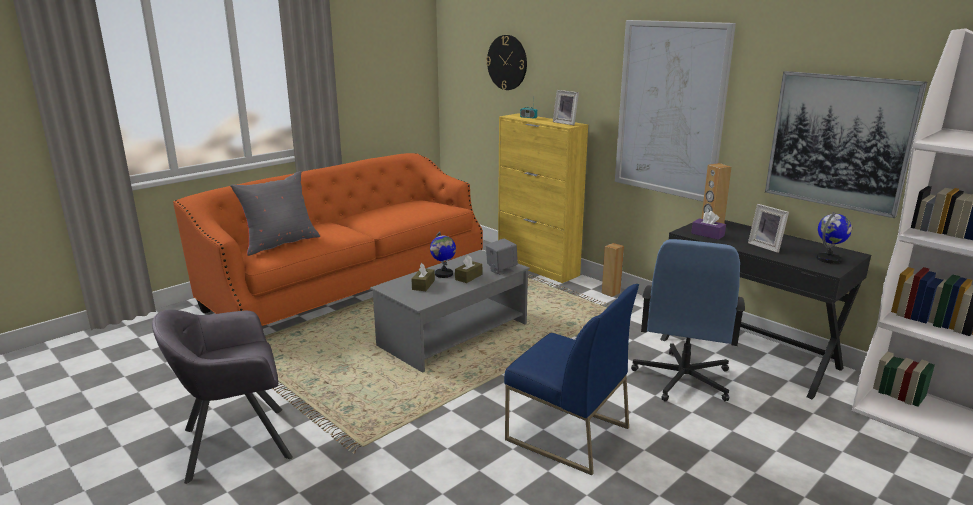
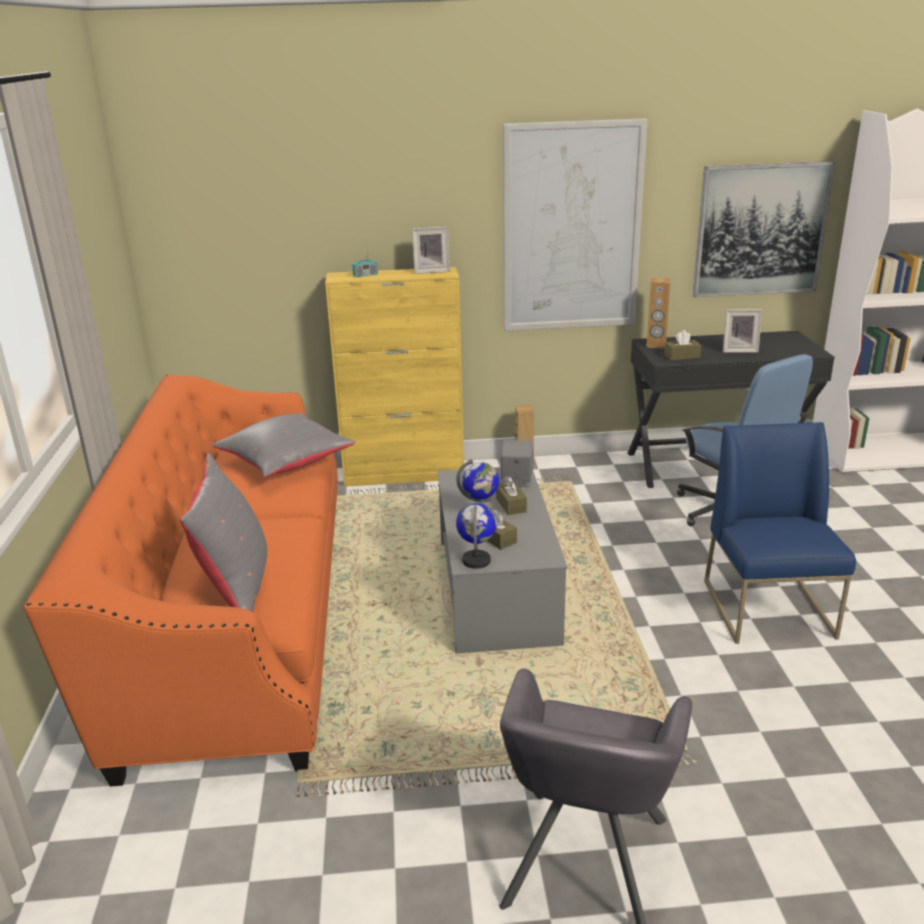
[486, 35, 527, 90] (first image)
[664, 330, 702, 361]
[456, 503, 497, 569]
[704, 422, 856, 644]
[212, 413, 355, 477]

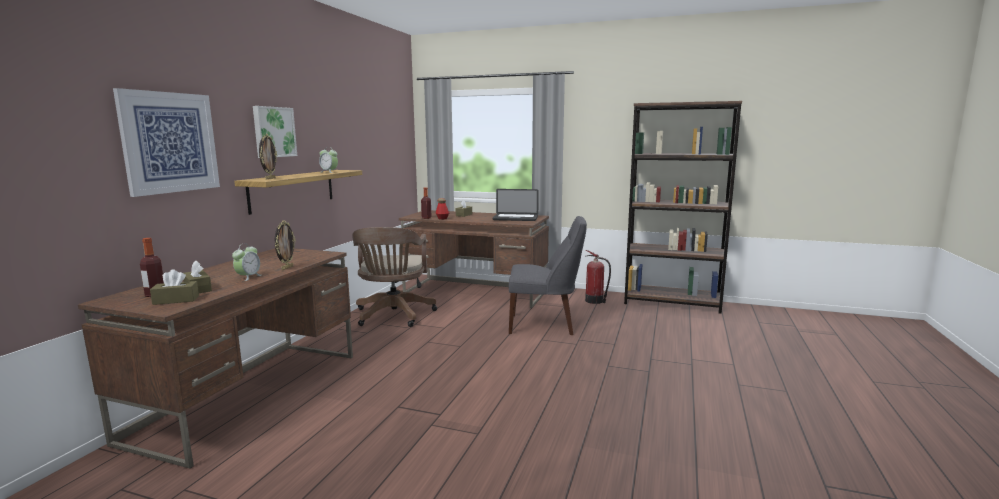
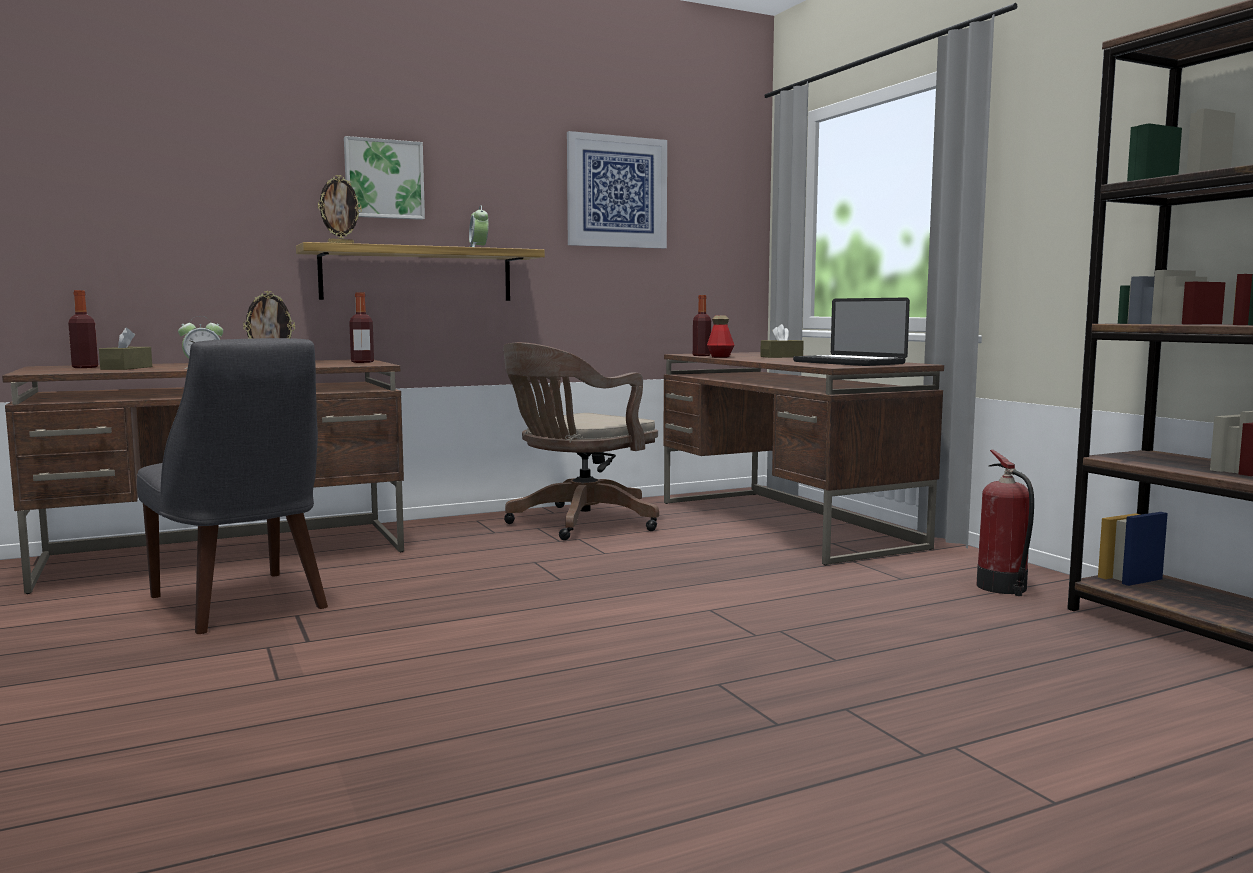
[567, 131, 667, 248]
[137, 338, 328, 634]
[150, 270, 199, 305] (first image)
[349, 292, 374, 363]

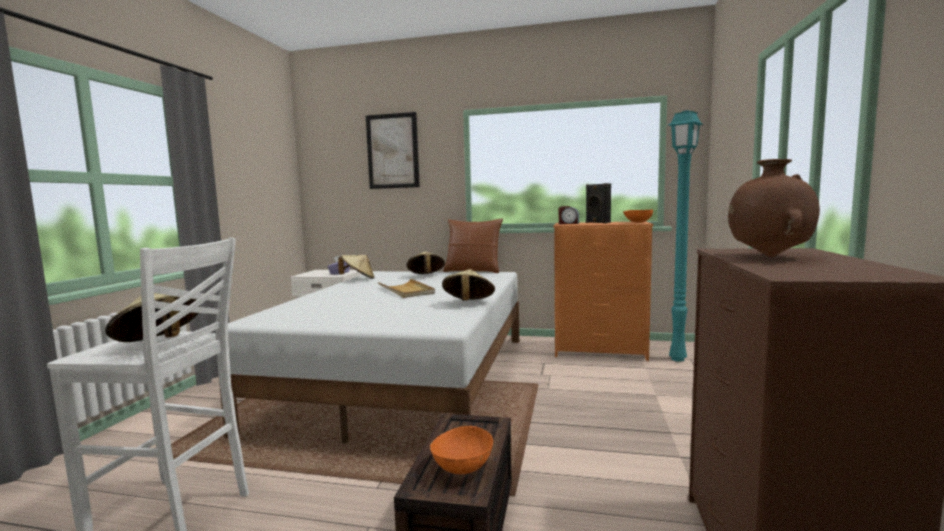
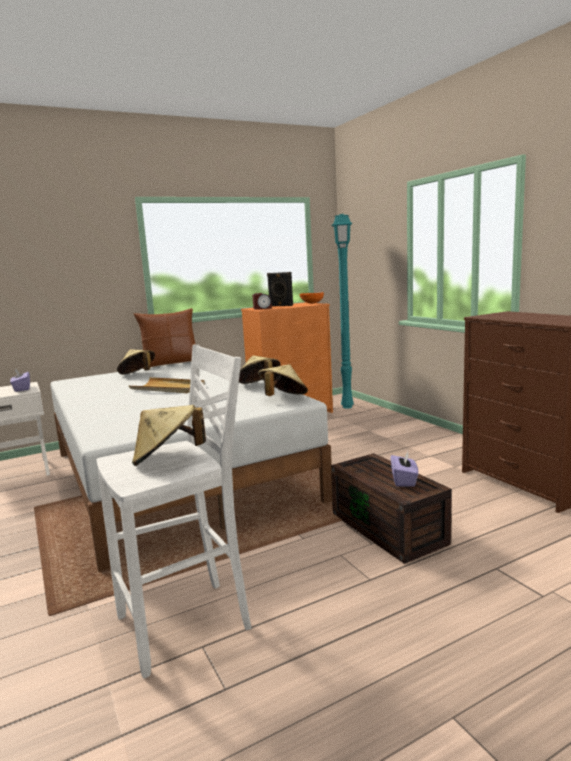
[366, 112, 420, 189] (first image)
[728, 159, 820, 257] (first image)
[258, 364, 308, 396]
[391, 451, 418, 487]

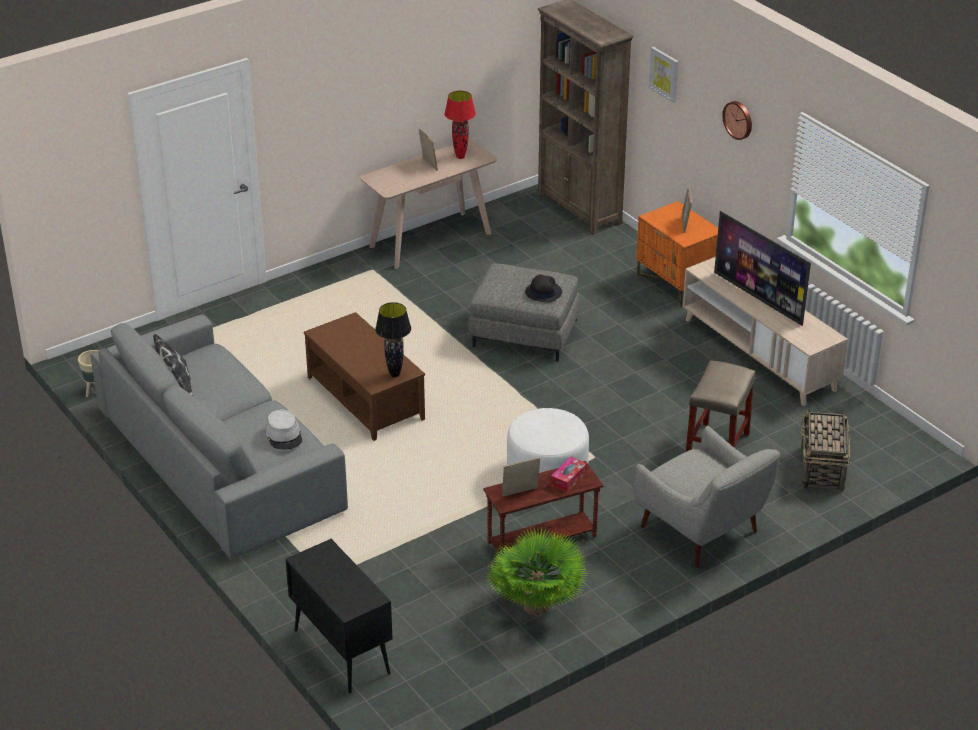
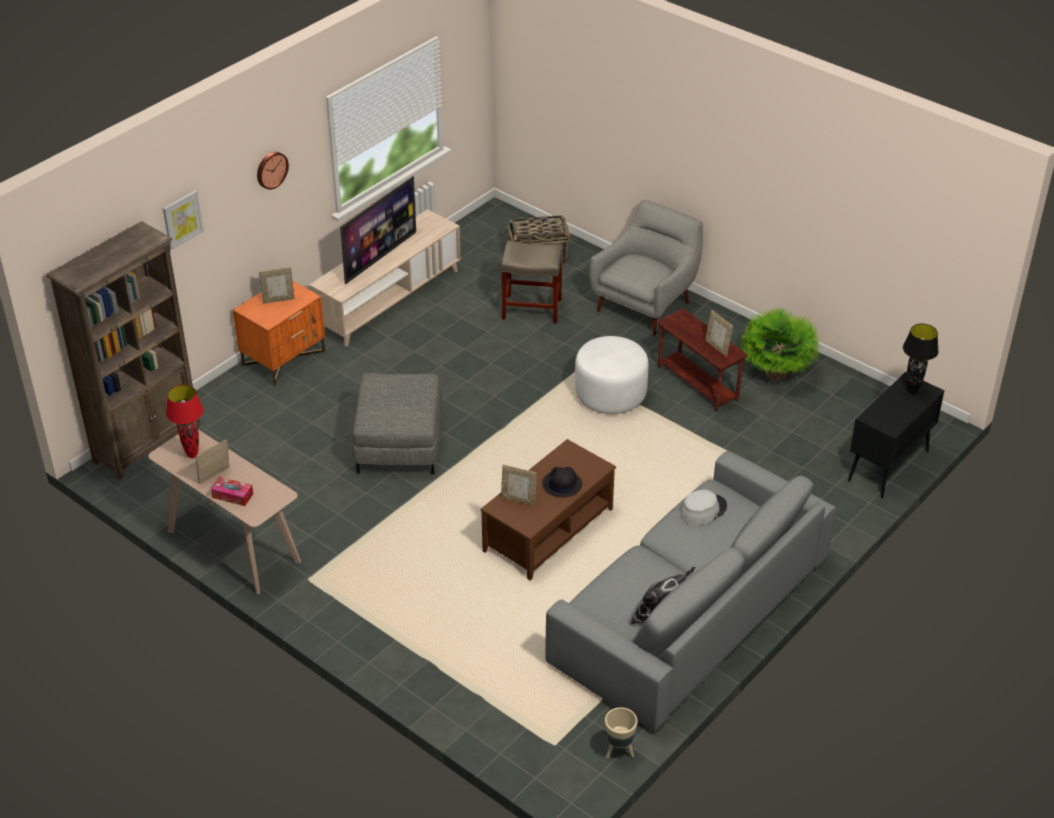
[542, 467, 582, 497]
[903, 324, 939, 395]
[211, 477, 253, 506]
[501, 465, 537, 506]

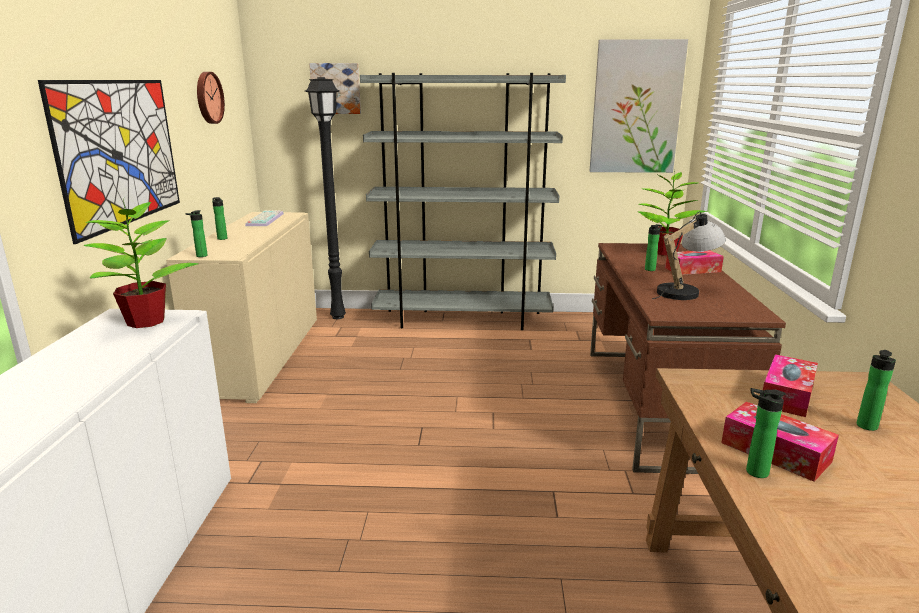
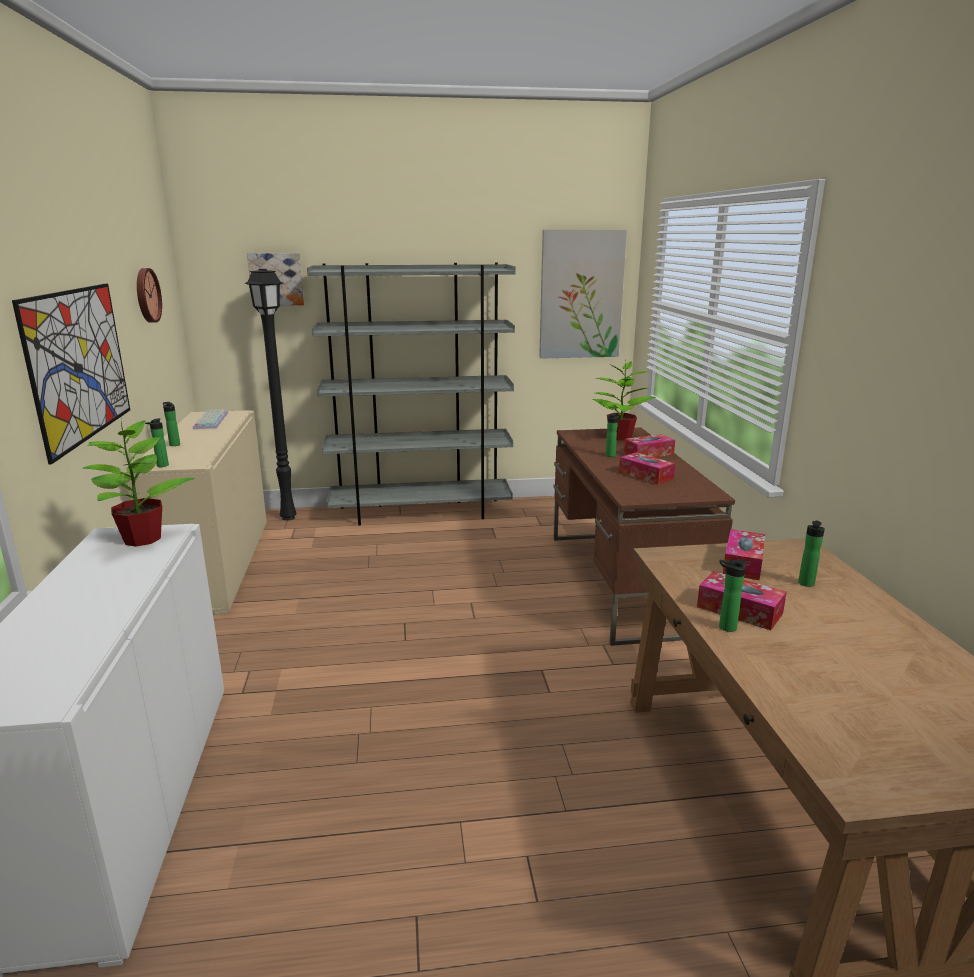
[619, 452, 675, 485]

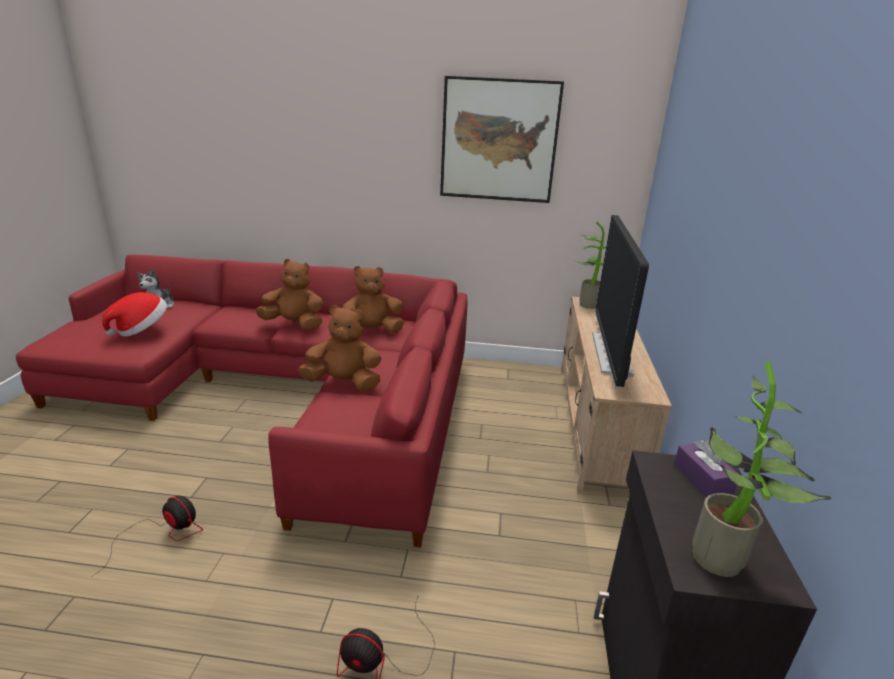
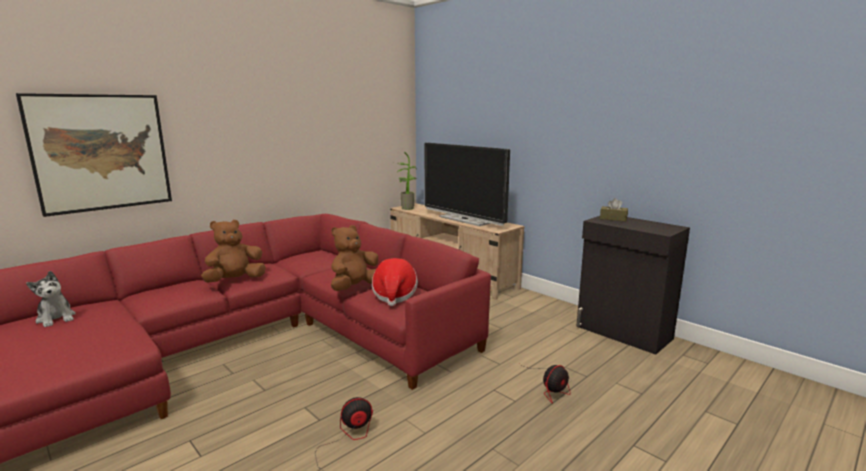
[16, 93, 172, 217]
[343, 266, 404, 333] (first image)
[372, 258, 418, 306]
[692, 361, 831, 577] (first image)
[600, 198, 628, 221]

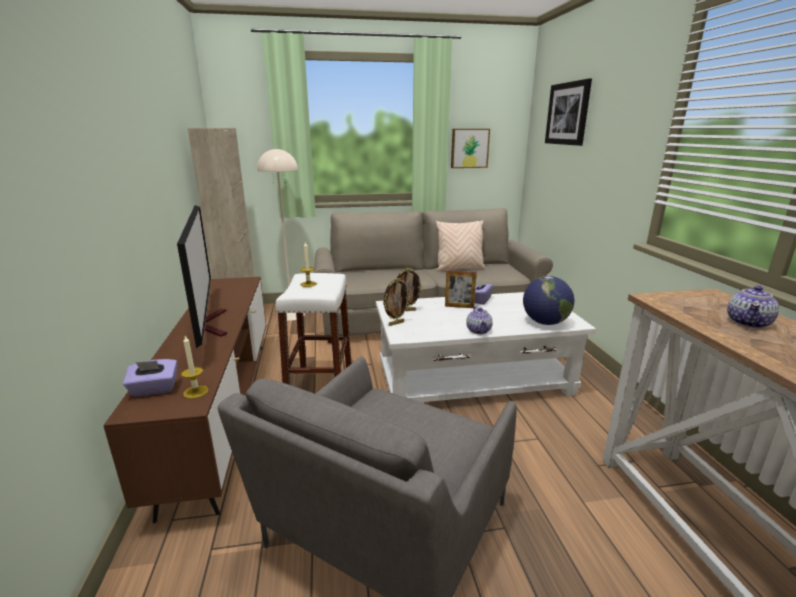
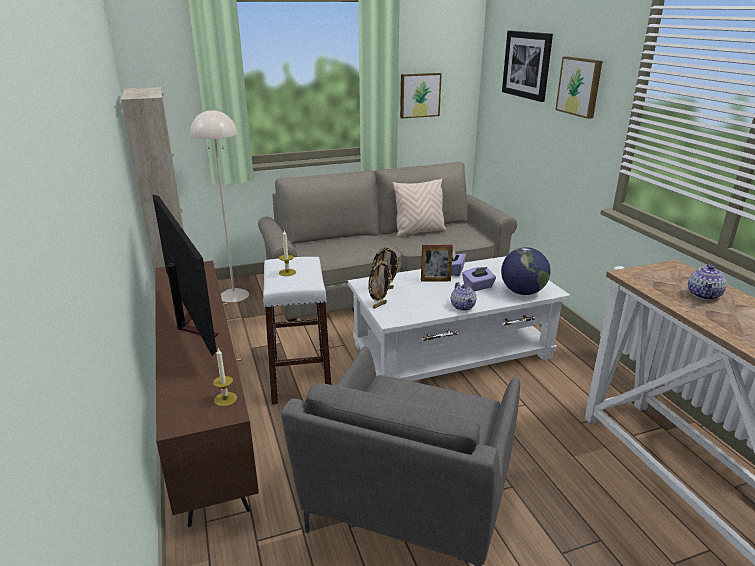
[462, 267, 496, 291]
[555, 56, 602, 119]

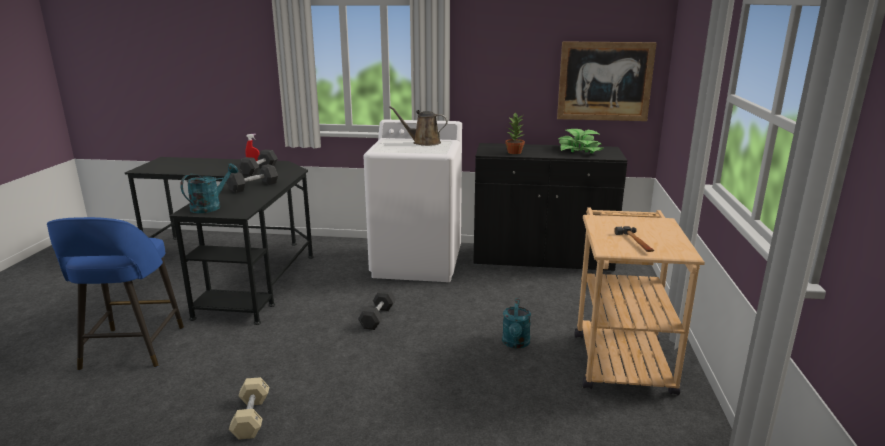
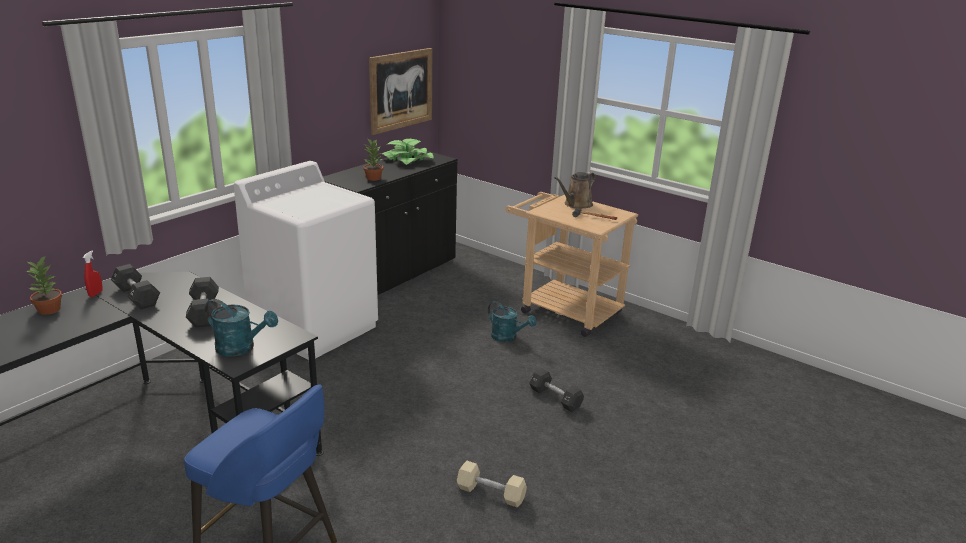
[554, 172, 595, 209]
[205, 299, 278, 357]
[529, 368, 584, 412]
[26, 255, 62, 315]

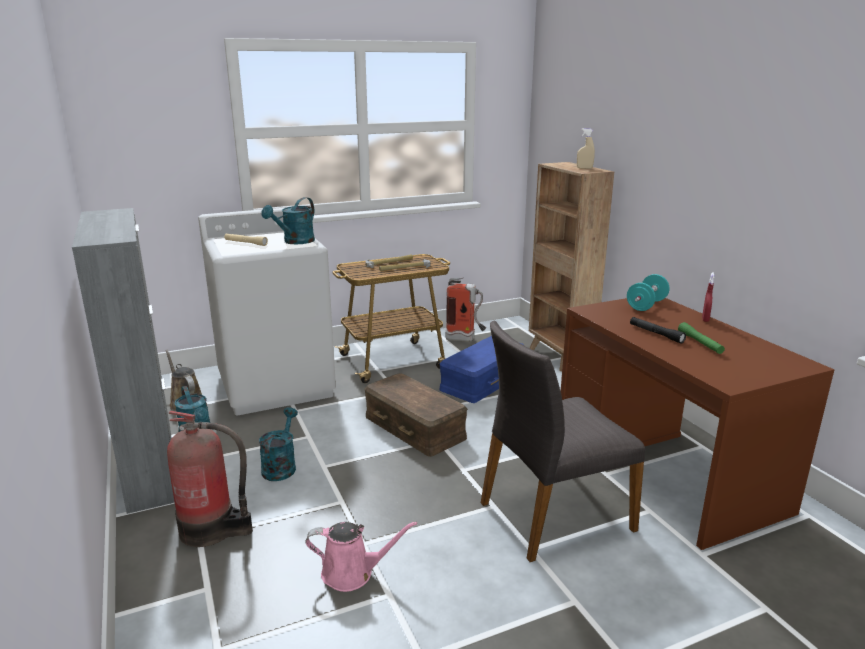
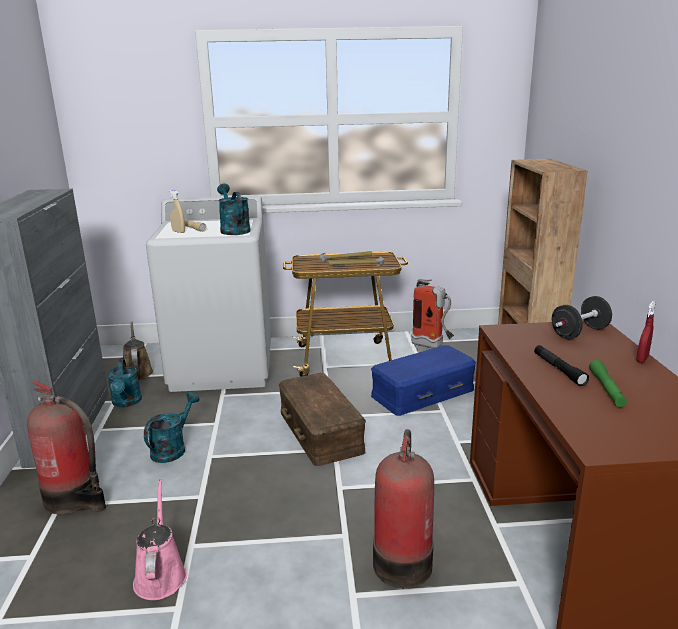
[169, 190, 185, 233]
[217, 183, 251, 235]
[552, 296, 612, 339]
[373, 429, 434, 588]
[133, 479, 187, 600]

